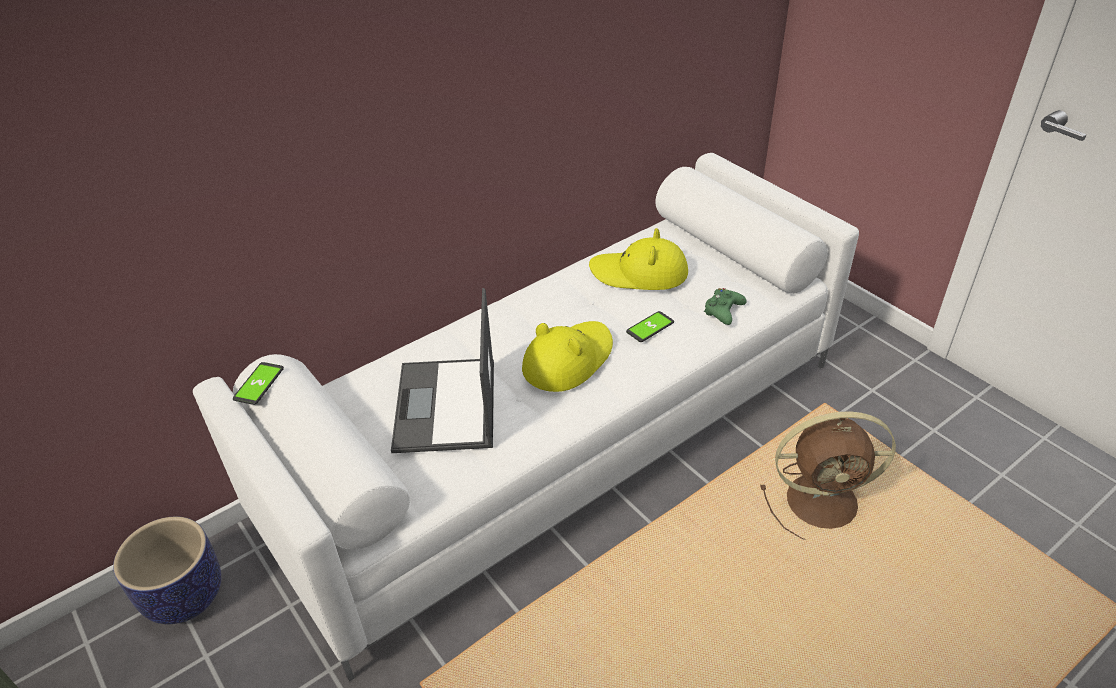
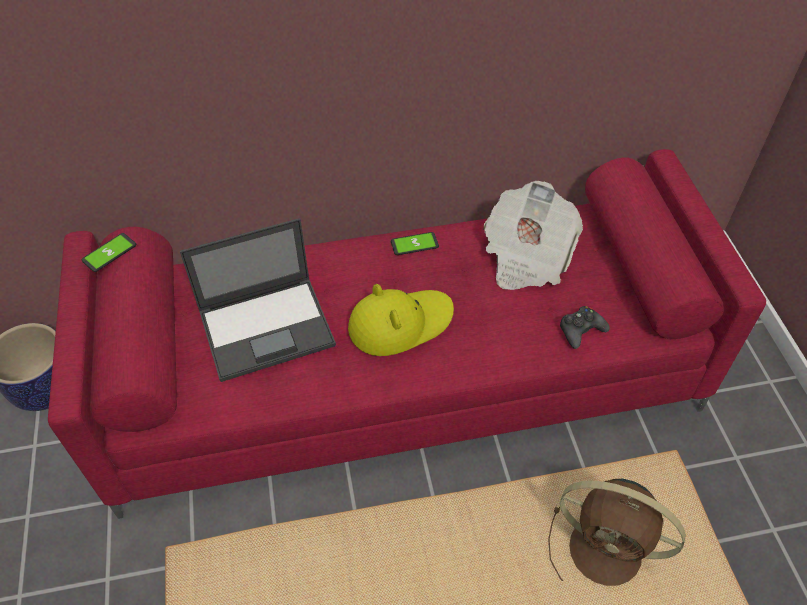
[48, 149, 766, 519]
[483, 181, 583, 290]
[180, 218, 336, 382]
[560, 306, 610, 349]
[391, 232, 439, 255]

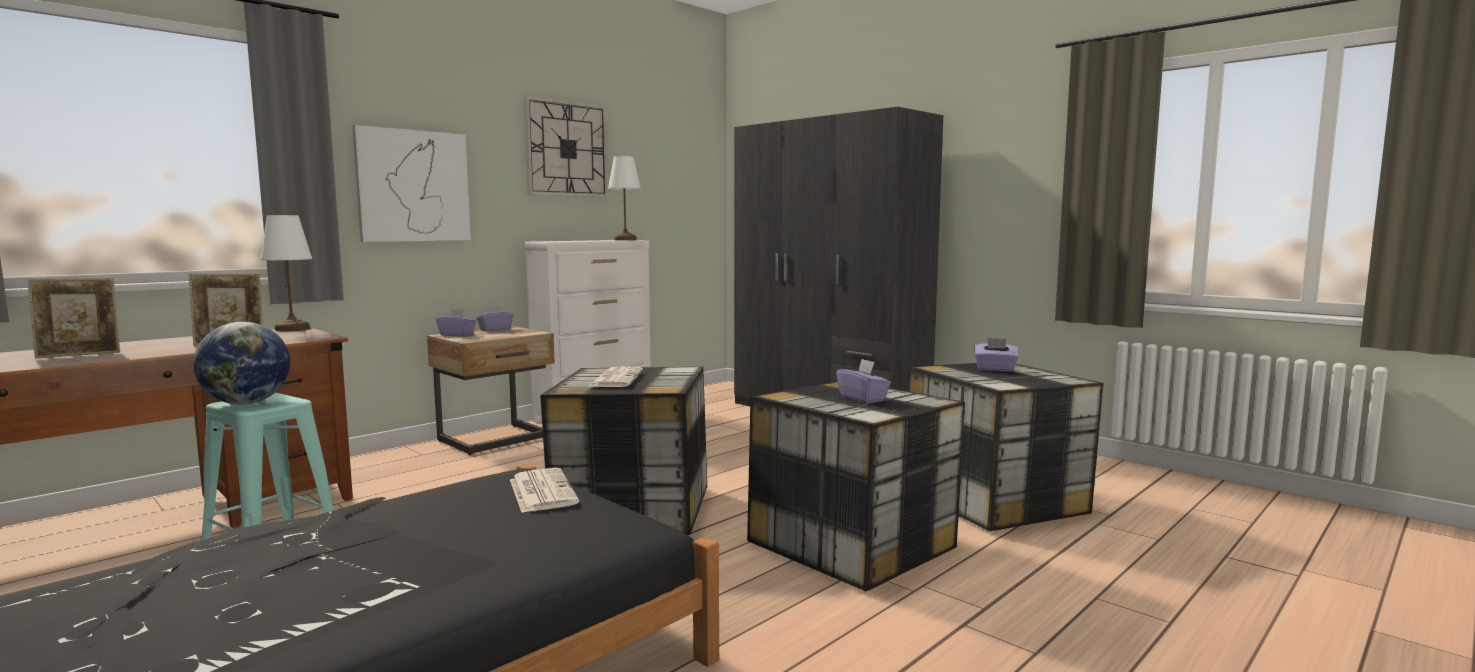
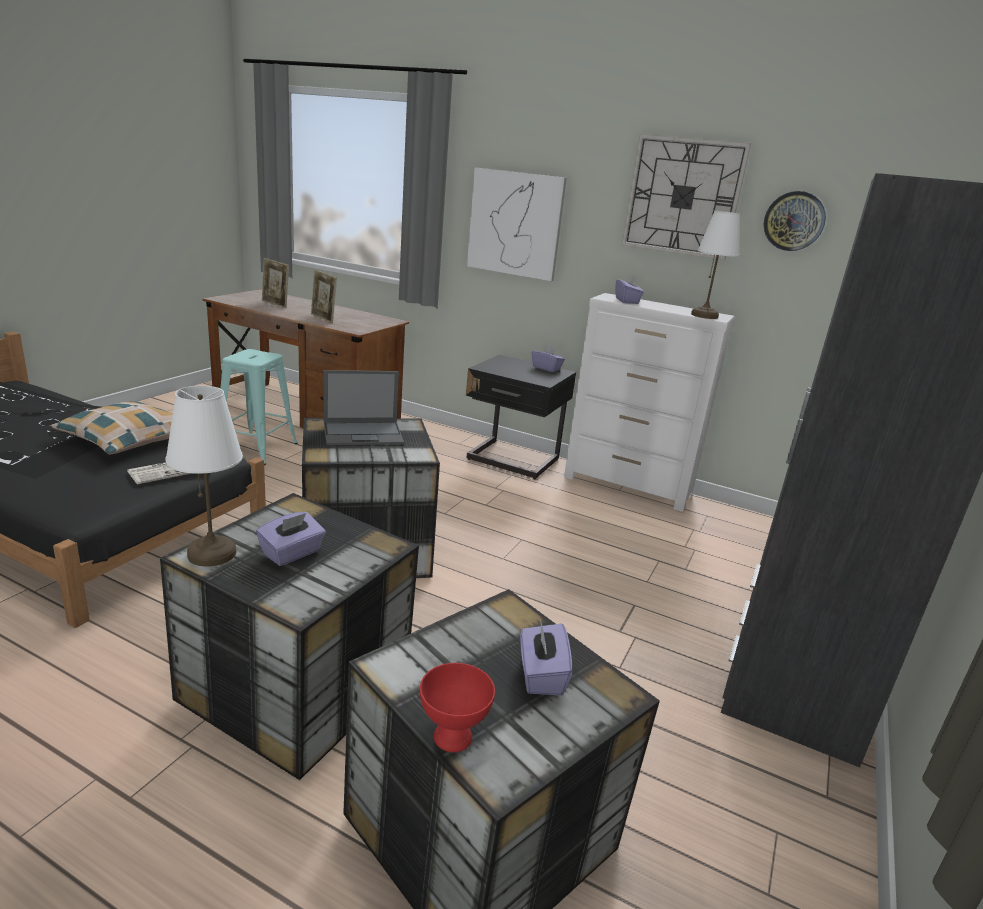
[165, 386, 243, 567]
[615, 275, 644, 304]
[193, 322, 290, 405] (first image)
[466, 355, 576, 479]
[324, 370, 404, 446]
[764, 191, 826, 251]
[51, 401, 173, 454]
[420, 663, 495, 753]

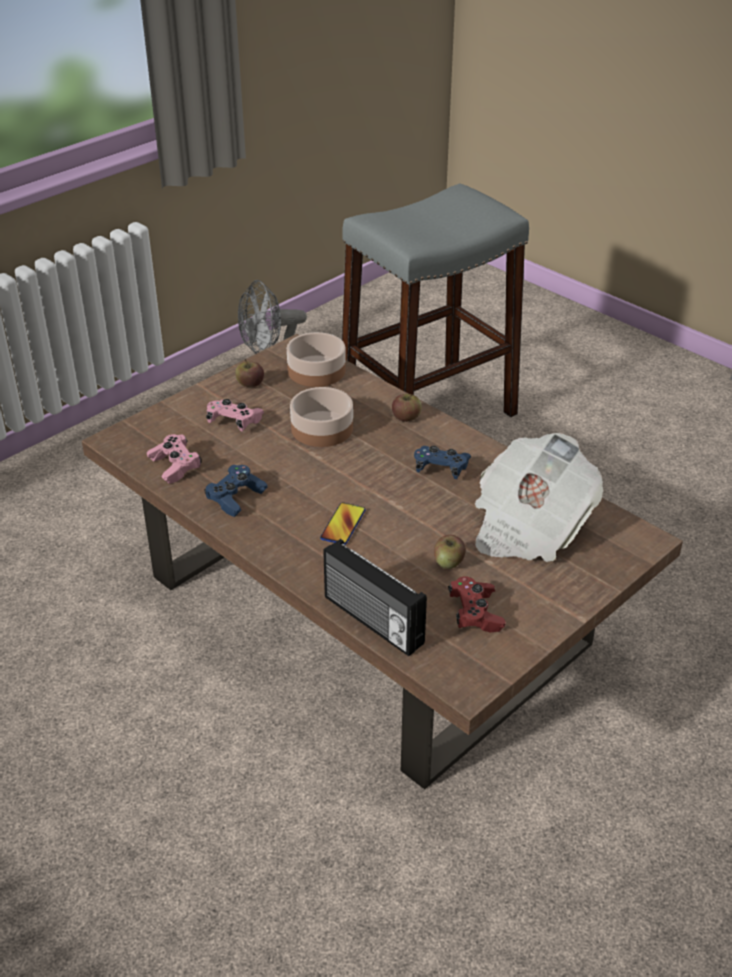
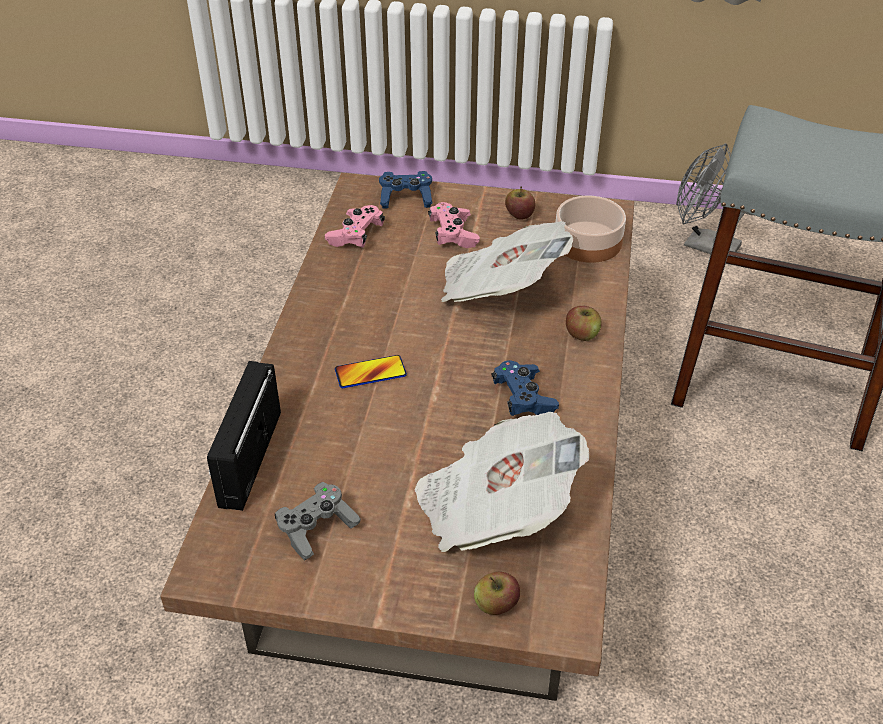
[441, 221, 573, 302]
[379, 171, 432, 209]
[474, 572, 520, 615]
[275, 482, 361, 561]

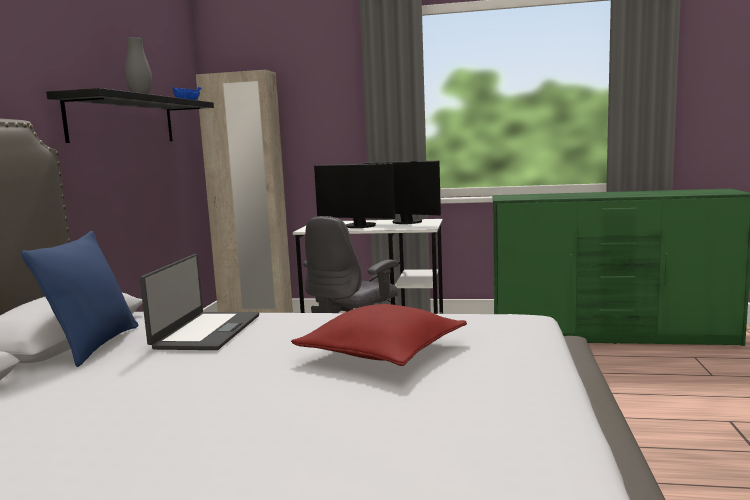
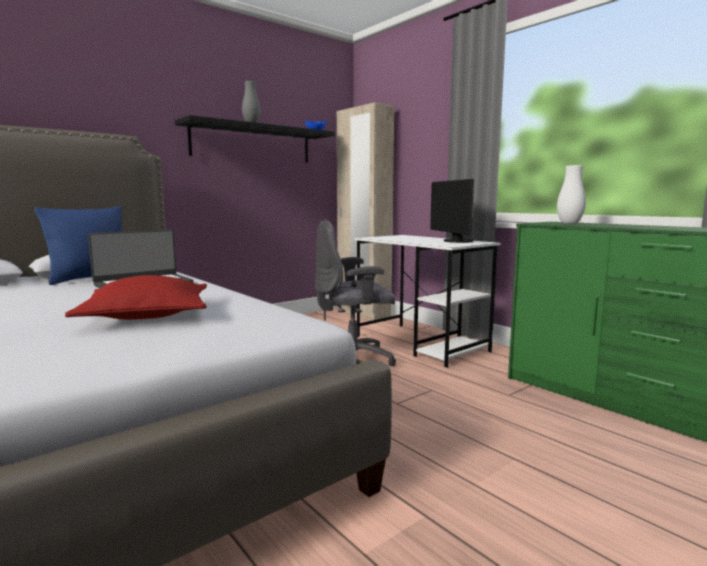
[314, 163, 395, 228] (first image)
[557, 165, 586, 224]

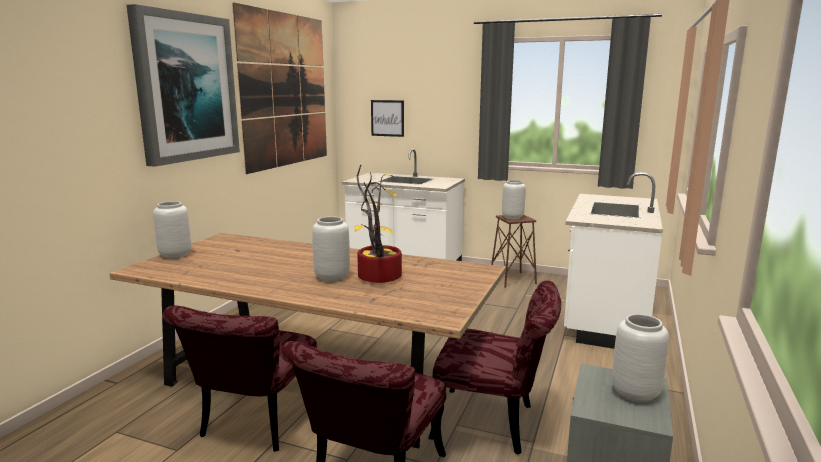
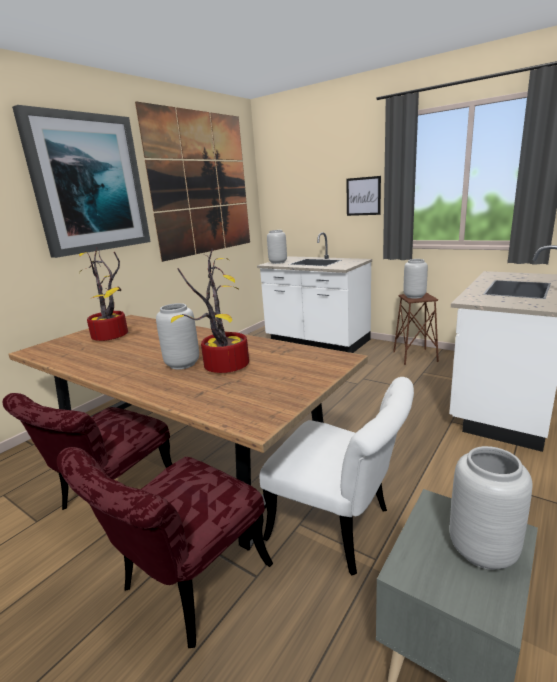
[346, 176, 381, 216]
[267, 230, 287, 264]
[260, 377, 414, 576]
[79, 247, 128, 341]

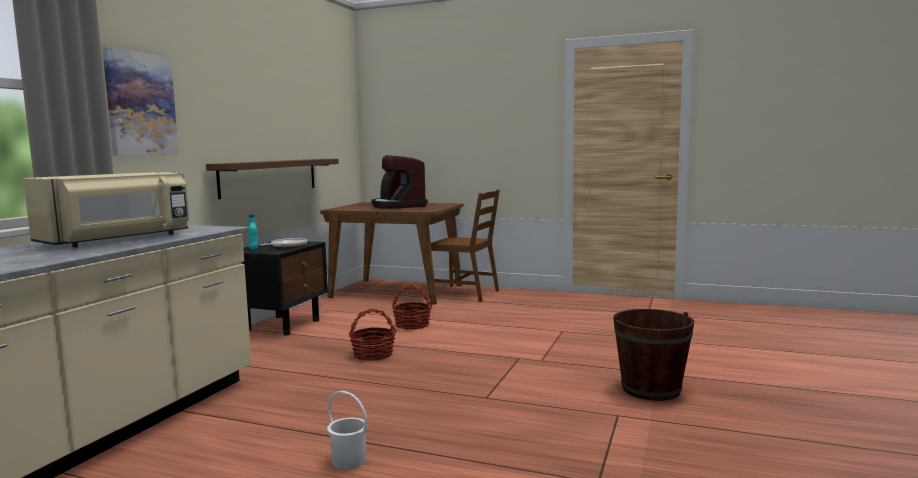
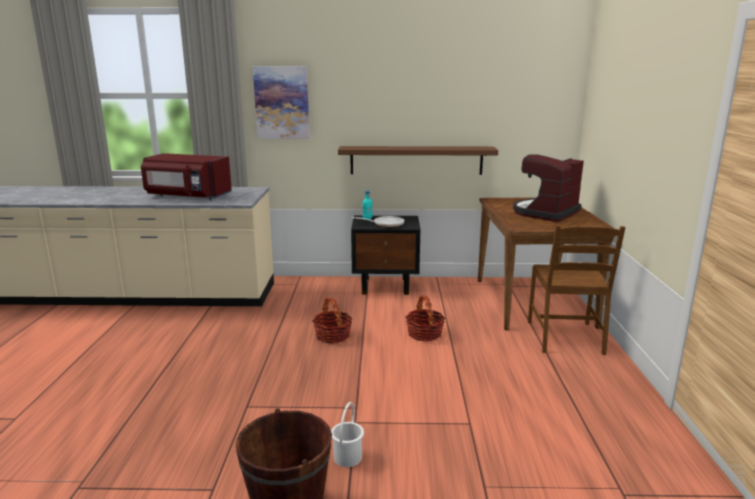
[141, 153, 232, 200]
[331, 402, 364, 467]

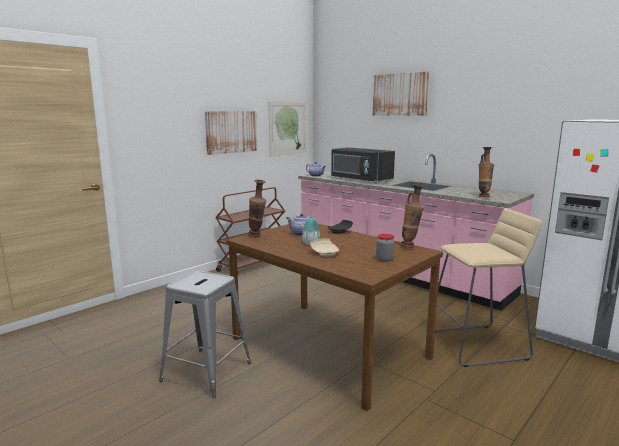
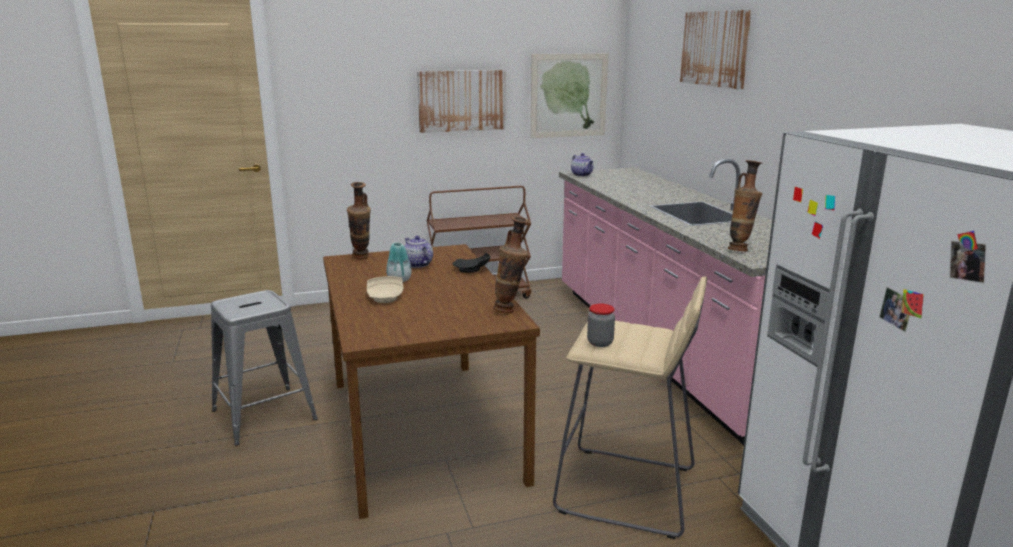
[331, 148, 395, 184] (first image)
[587, 303, 615, 347]

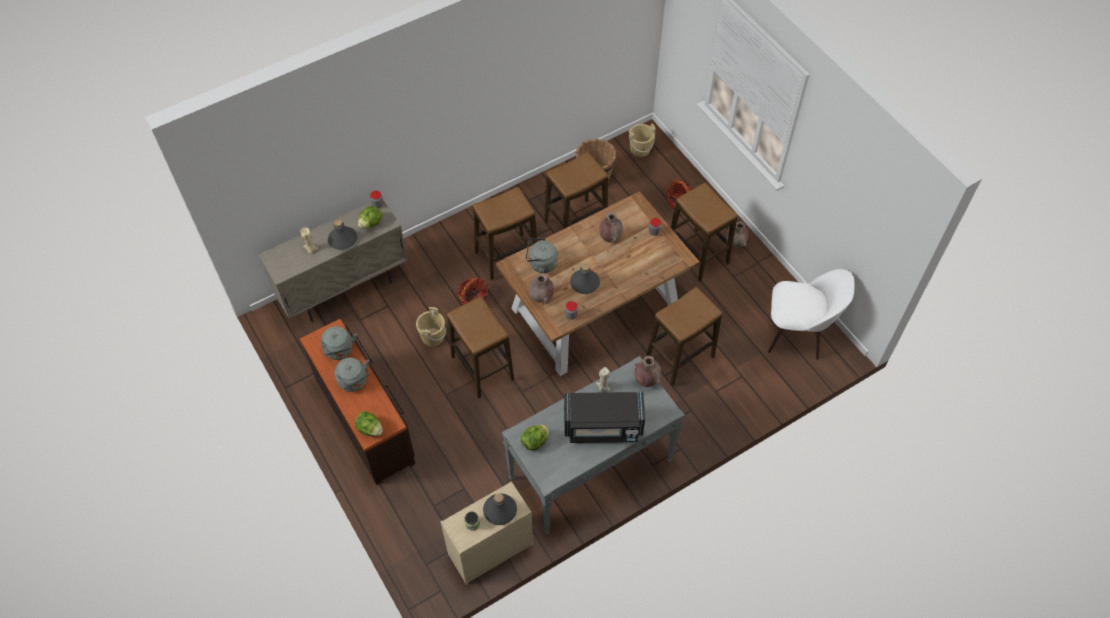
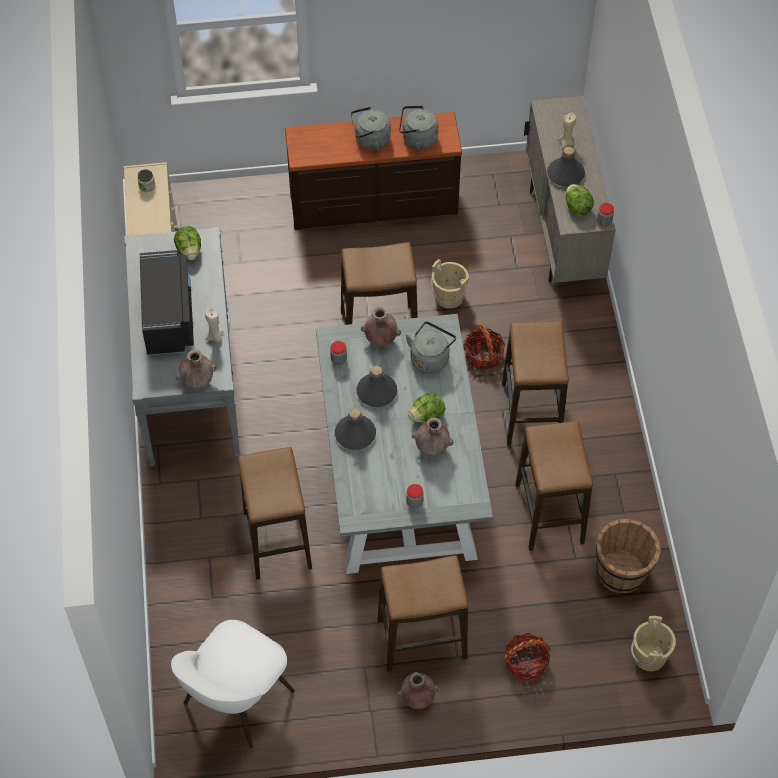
[316, 314, 493, 574]
[140, 250, 194, 356]
[408, 393, 445, 423]
[335, 408, 376, 450]

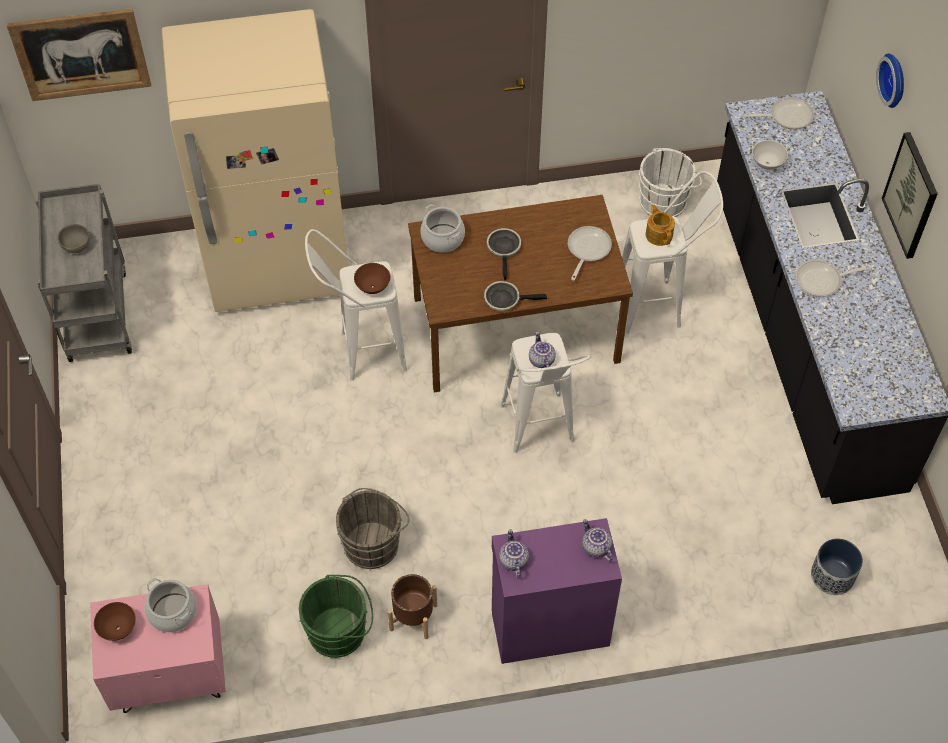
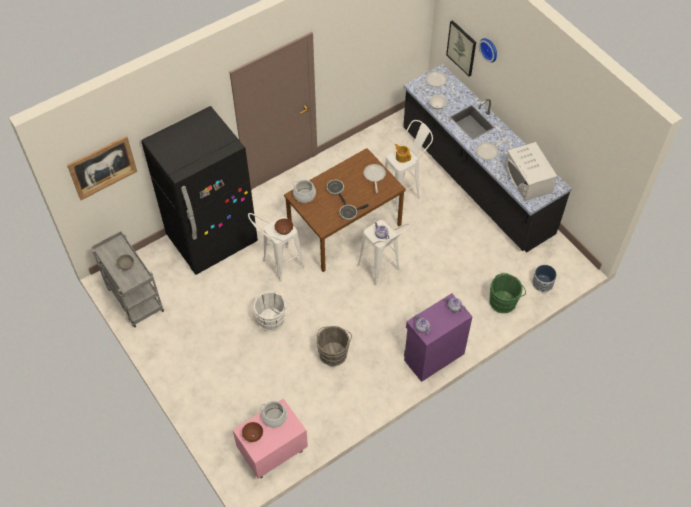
[141, 106, 258, 275]
[446, 20, 476, 77]
[254, 291, 290, 331]
[388, 574, 437, 639] (first image)
[489, 273, 526, 313]
[505, 142, 557, 201]

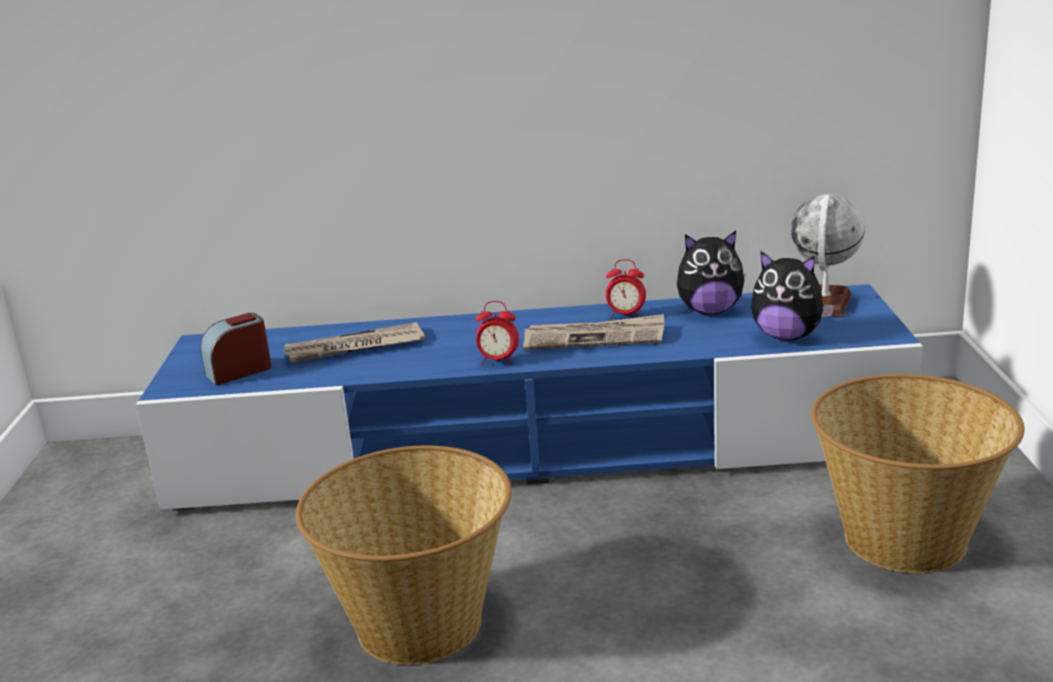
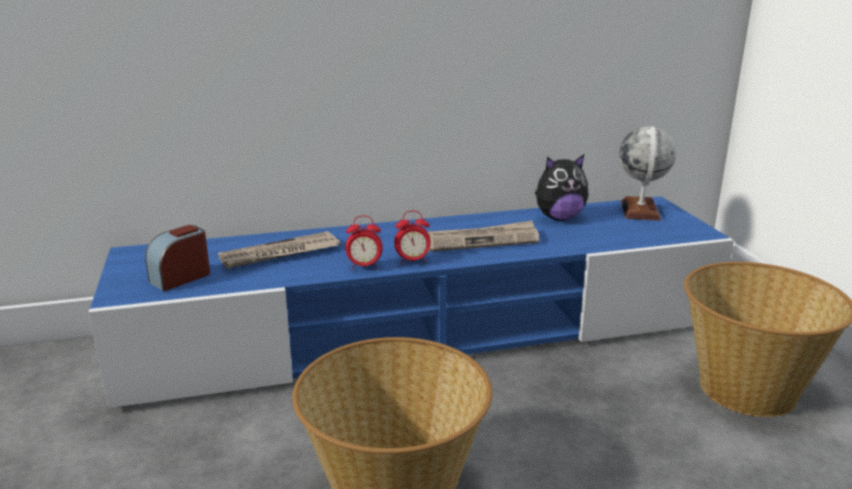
[751, 251, 834, 341] (first image)
[345, 215, 383, 271]

